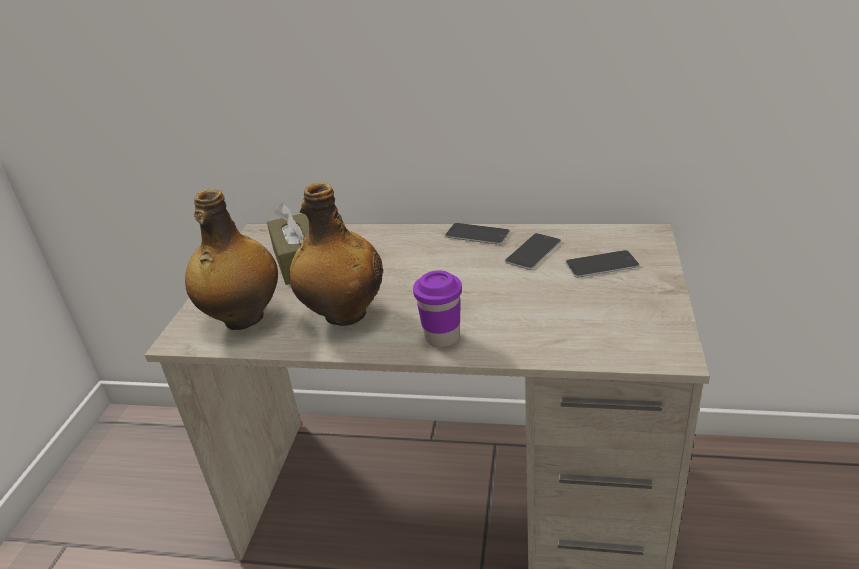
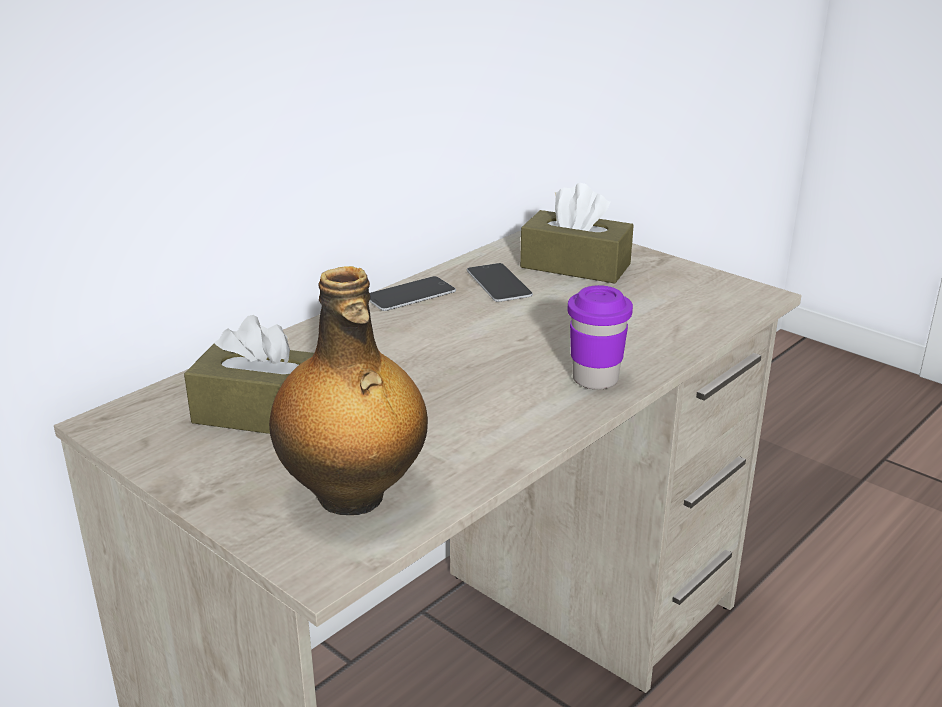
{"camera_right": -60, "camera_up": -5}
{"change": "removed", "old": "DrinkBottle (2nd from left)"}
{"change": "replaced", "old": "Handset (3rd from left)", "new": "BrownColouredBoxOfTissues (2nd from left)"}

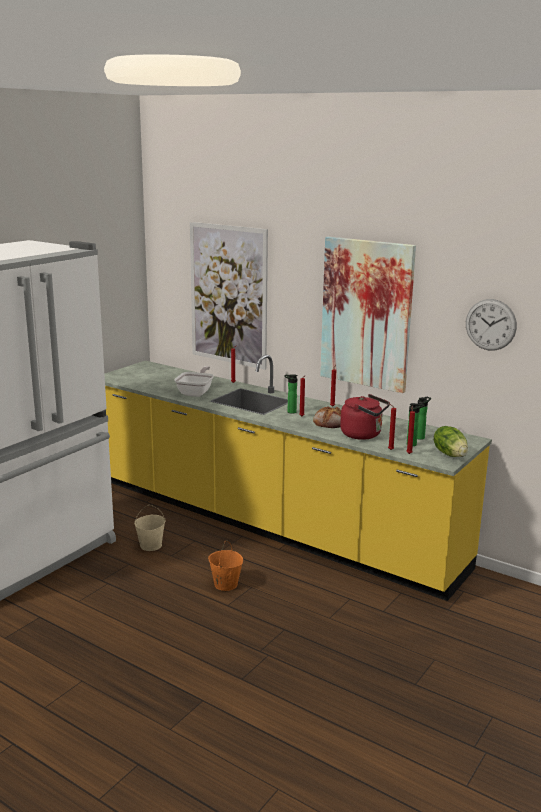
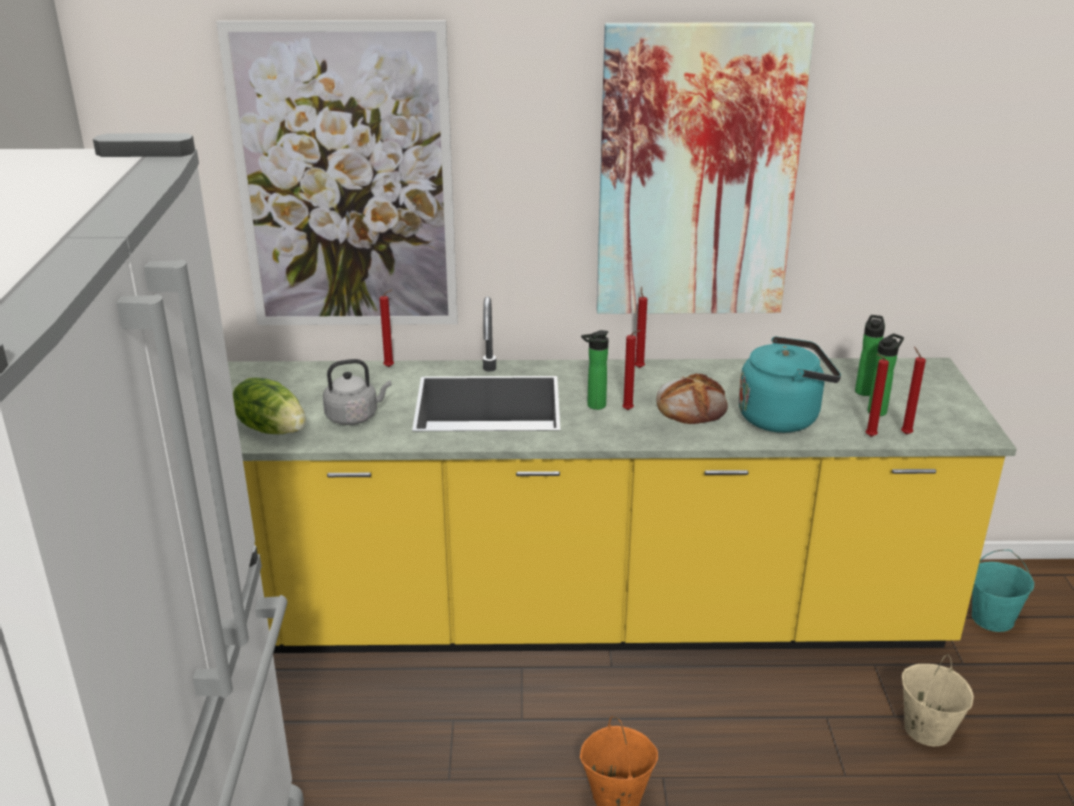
{"camera_right": -35, "camera_up": 10}
{"change": "moved", "old": "BeigeColouredWaterBucket"}
{"change": "replaced", "old": "FryingPan", "new": "GreyKettle"}
{"change": "recoloured", "old": "RedKettle", "new": "BlueGreenKettle"}
{"change": "moved", "old": "Lettuce"}
{"change": "removed", "old": "HangingClock"}
{"change": "added", "new": "BlueGreenWaterBucket"}

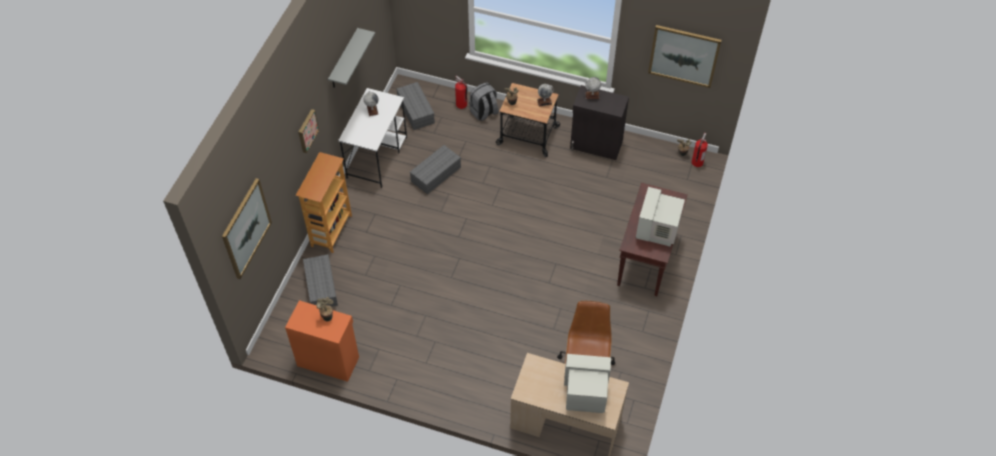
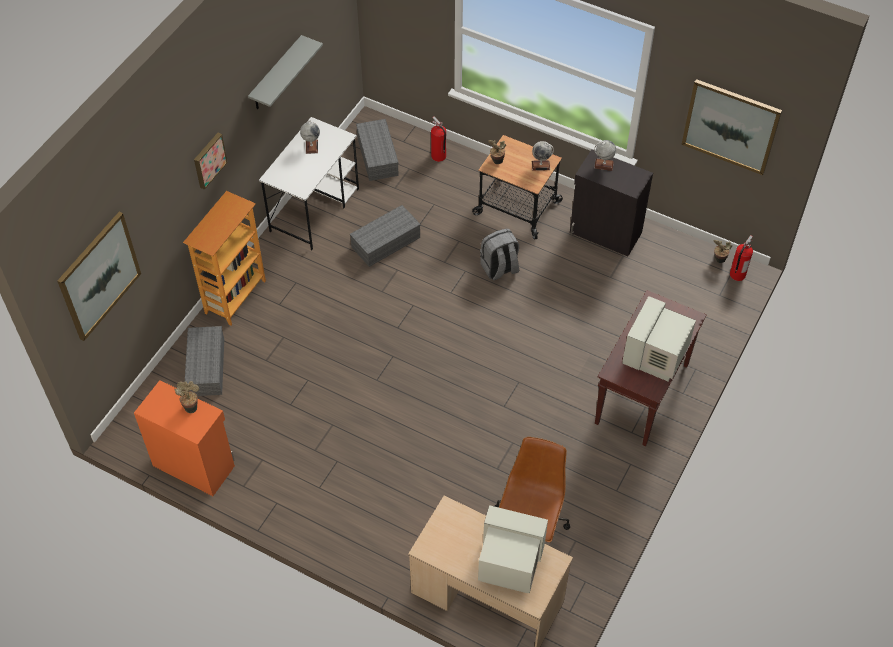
{"camera_right": 10, "camera_up": 0}
{"change": "moved", "old": "GreyRucksack"}

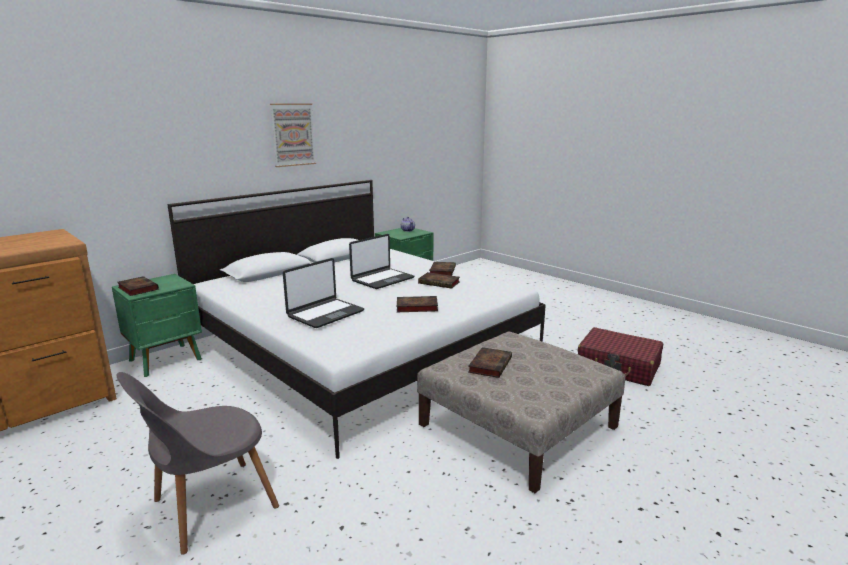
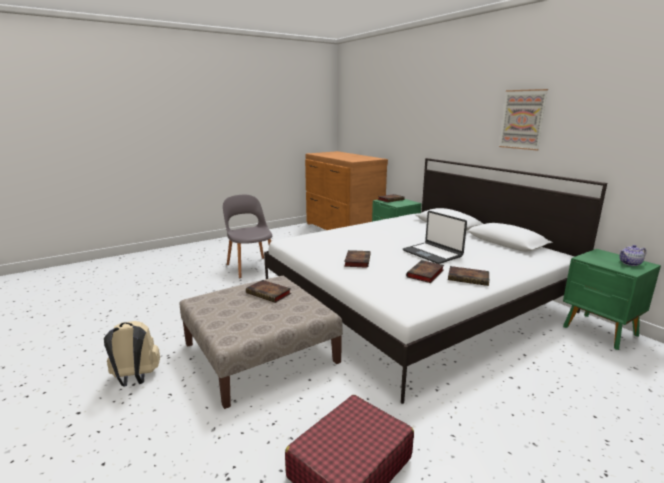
{"camera_right": 100, "camera_up": 0}
{"change": "removed", "old": "NotebookComputer (1st from left)"}
{"change": "added", "new": "BeigeColouredRucksack"}

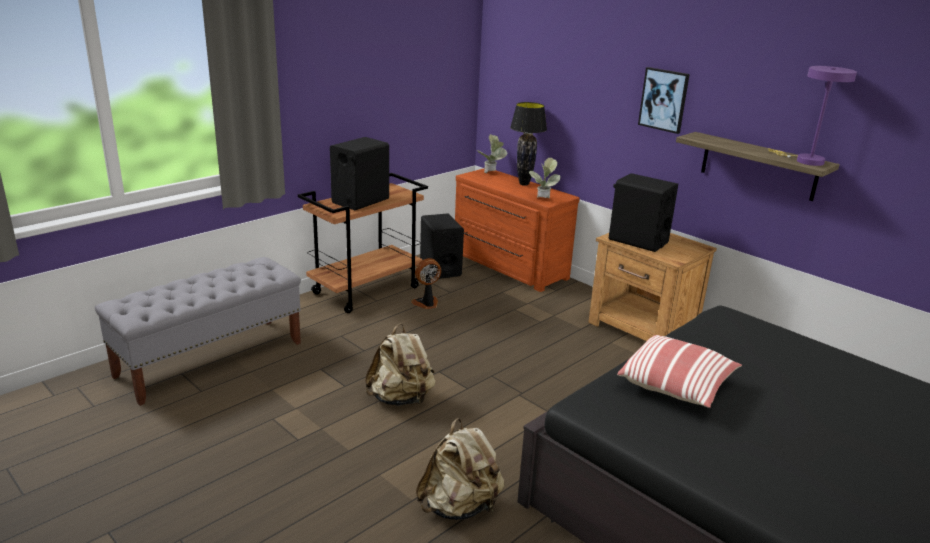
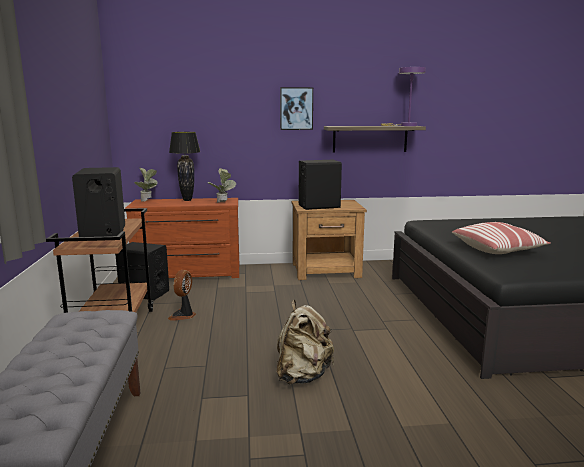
{"camera_right": -50, "camera_up": -10}
{"change": "removed", "old": "BeigeColouredRucksack (2nd from left)"}

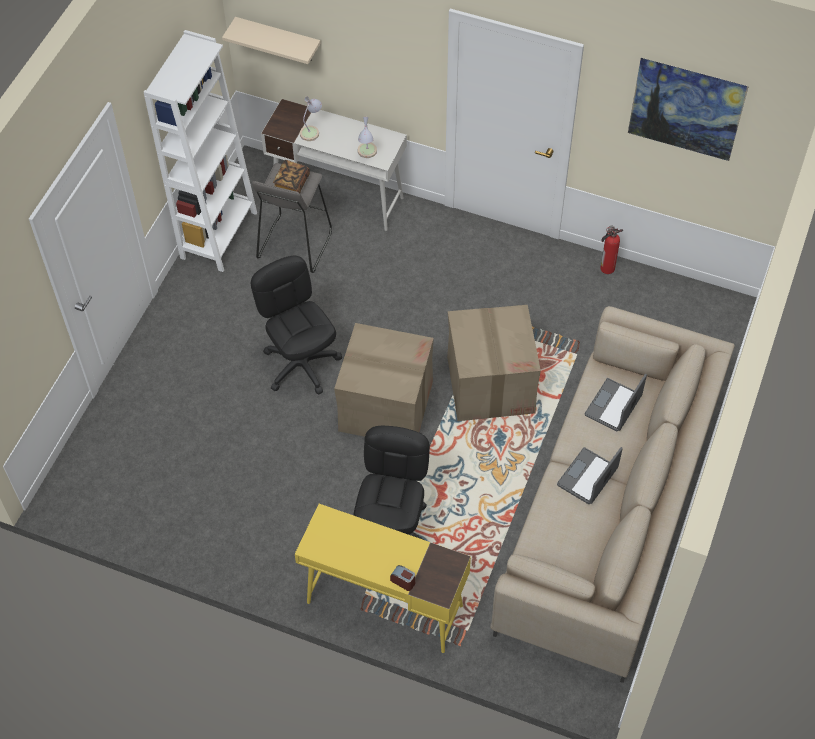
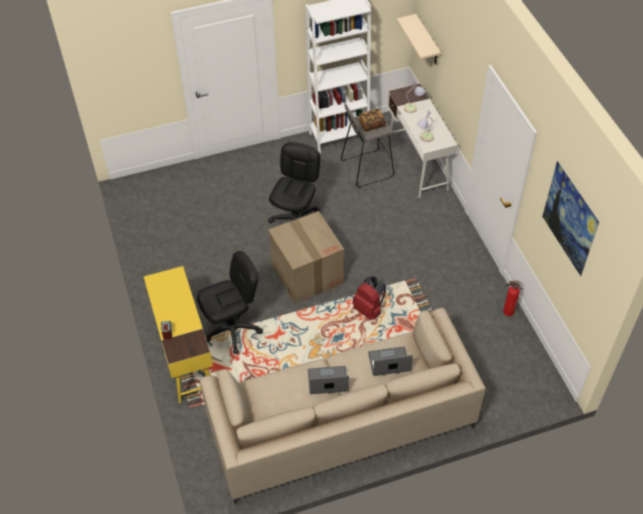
{"camera_right": 50, "camera_up": -5}
{"change": "replaced", "old": "CardboardBox (2nd from left)", "new": "RedRucksack"}

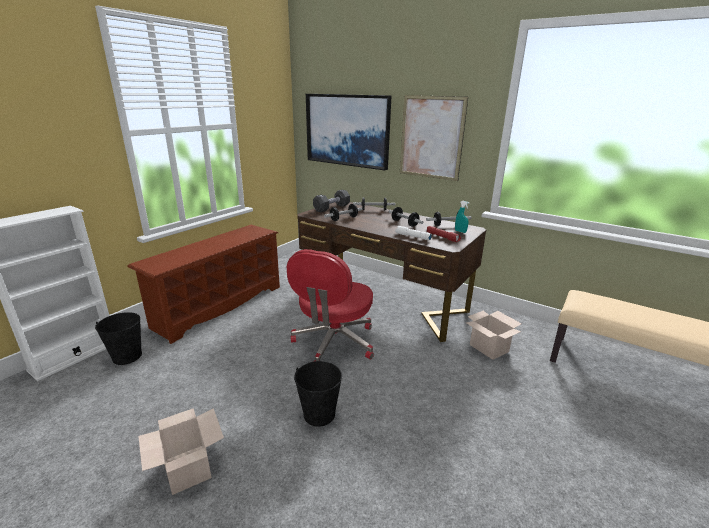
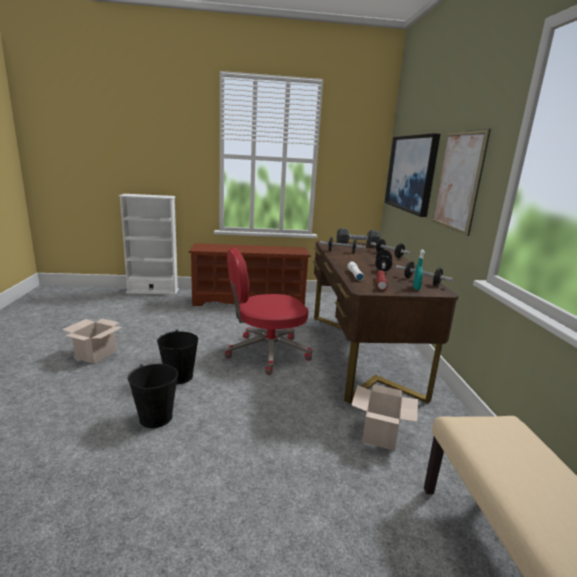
{"camera_right": 50, "camera_up": -5}
{"change": "moved", "old": "BlackWaterBucket (1st from left)"}

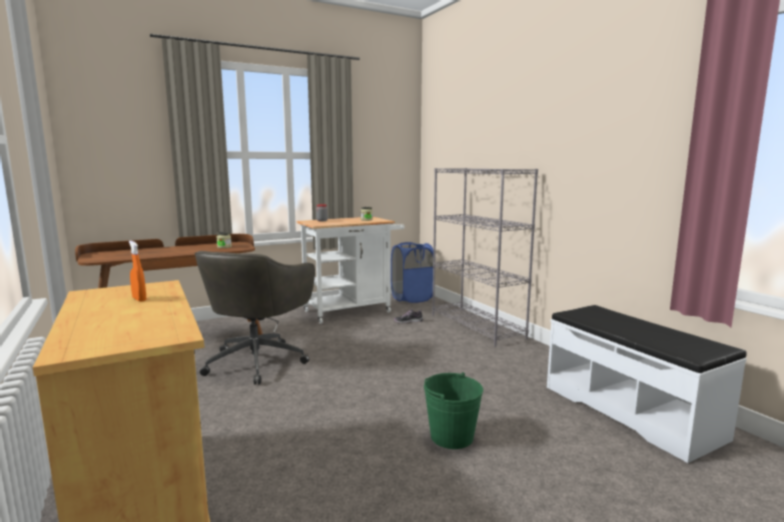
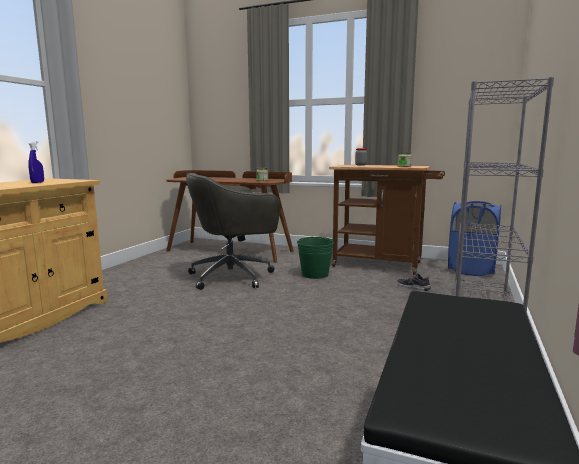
{"camera_right": 50, "camera_up": 0}
{"change": "recoloured", "old": "OrangeColouredSprayer", "new": "BlueColouredSprayer"}
{"change": "recoloured", "old": "WhitishCart", "new": "BrownColouredCart"}
{"change": "moved", "old": "GreenishWaterBucket"}

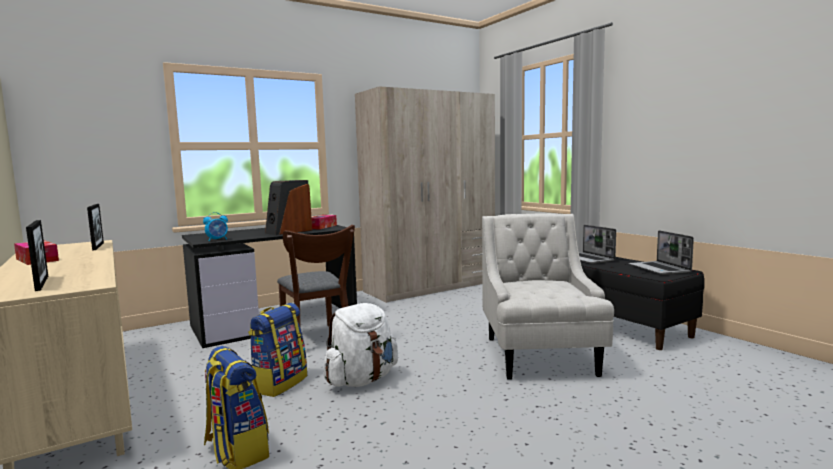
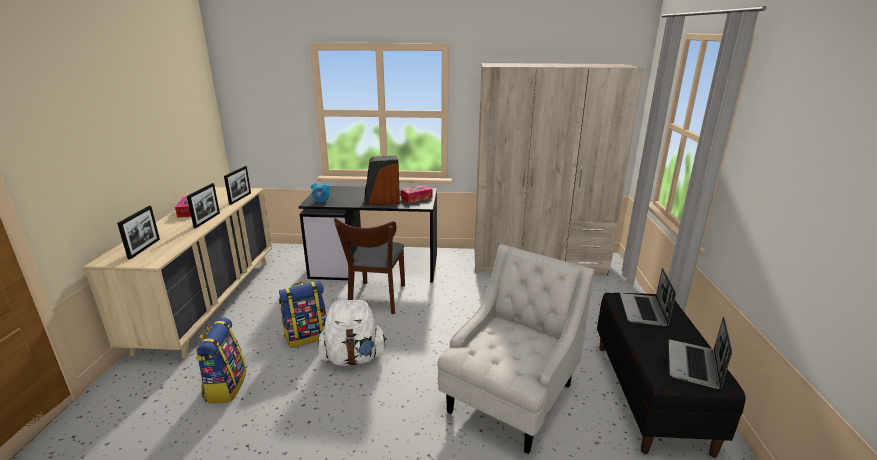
{"camera_right": 35, "camera_up": 15}
{"change": "added", "new": "PictureFrame (2nd from left)"}

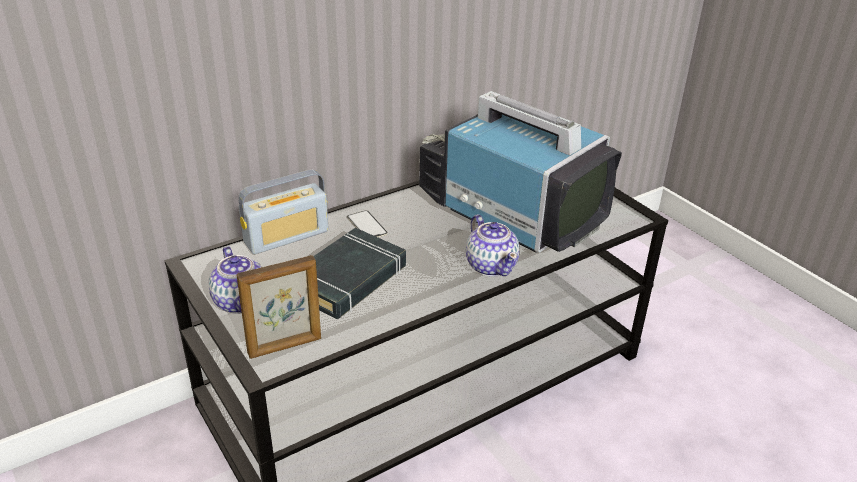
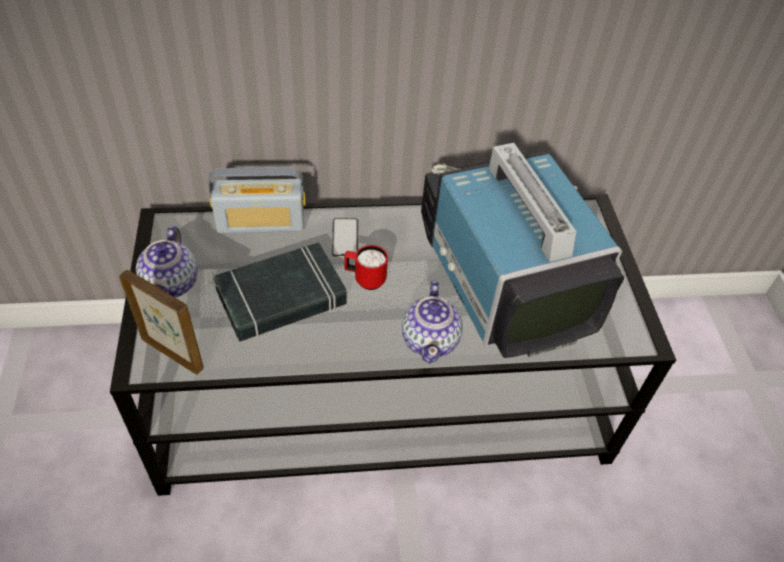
{"camera_right": 25, "camera_up": 15}
{"change": "turned", "old": "PictureFrame", "degrees": -150}
{"change": "added", "new": "RedMug"}

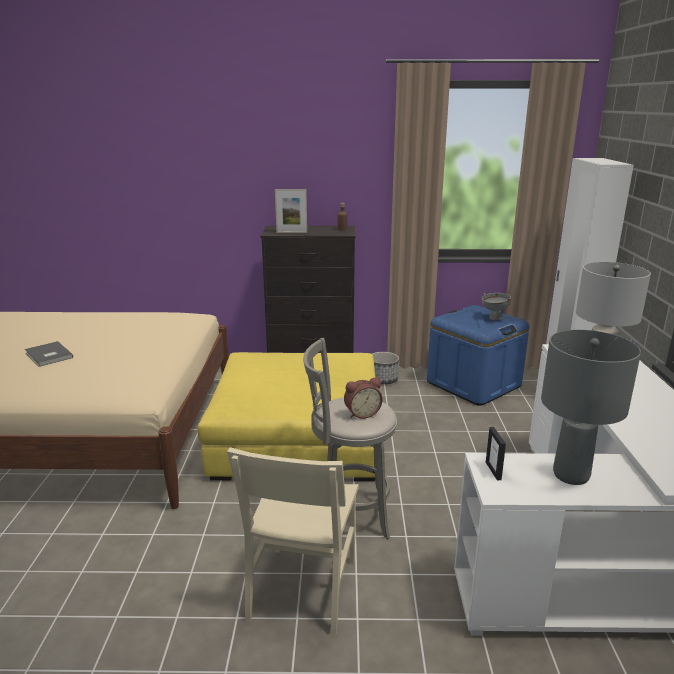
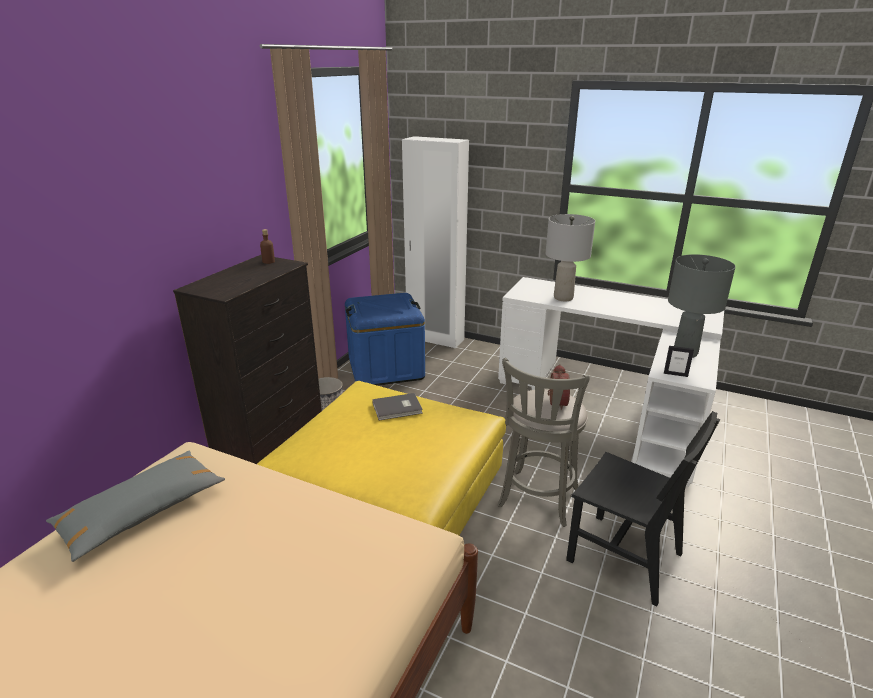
{"camera_right": -65, "camera_up": 5}
{"change": "moved", "old": "GreyBook"}
{"change": "recoloured", "old": "BeigeColouredChair", "new": "BlackChair"}
{"change": "removed", "old": "PictureFrame (1st from left)"}
{"change": "removed", "old": "GreyDeepDish"}
{"change": "added", "new": "GreyPillow"}

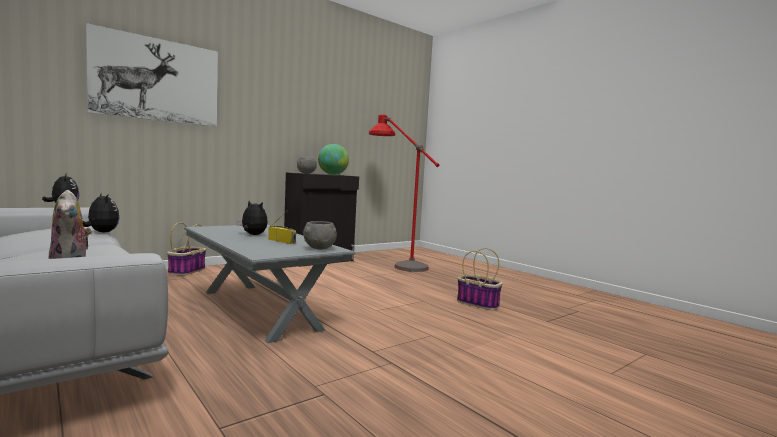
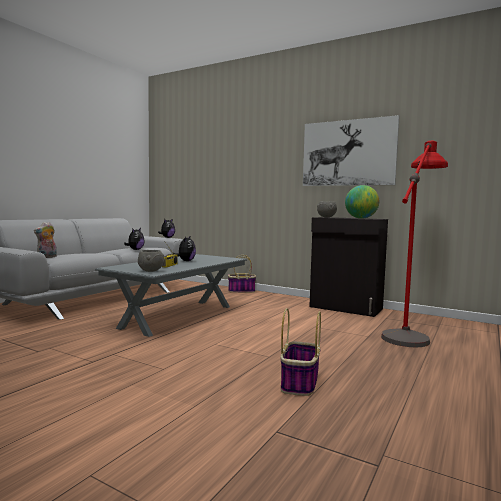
{"camera_right": 70, "camera_up": 0}
{"change": "moved", "old": "WallPicture"}

